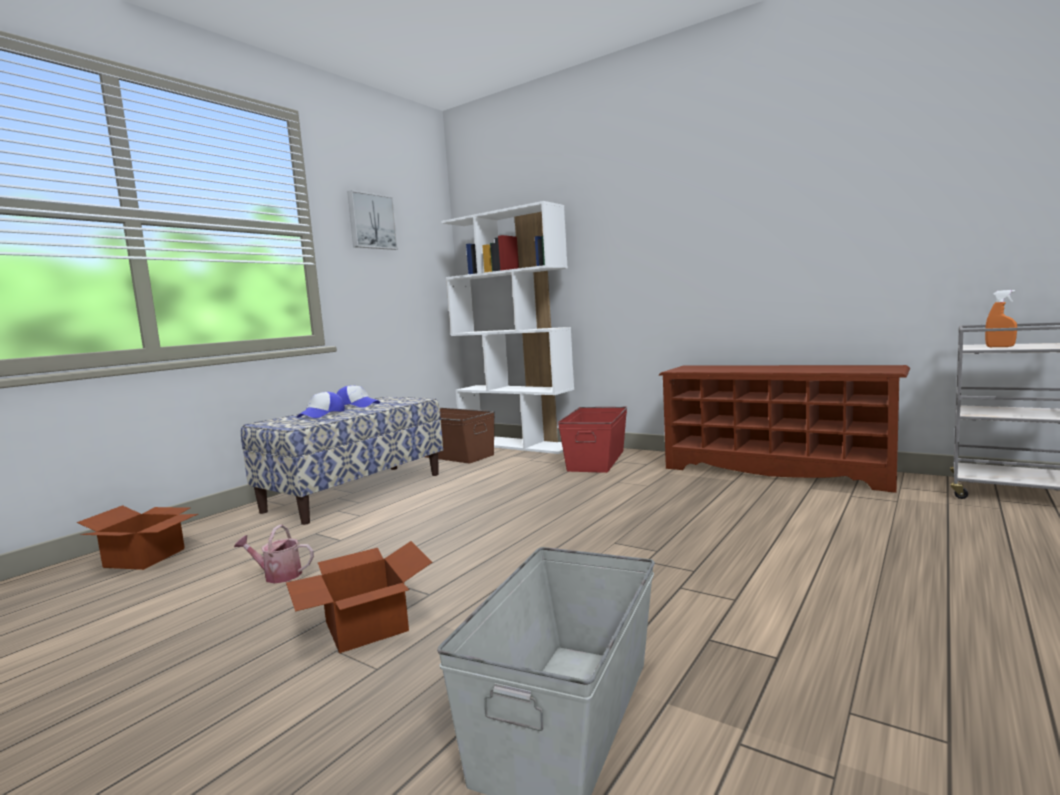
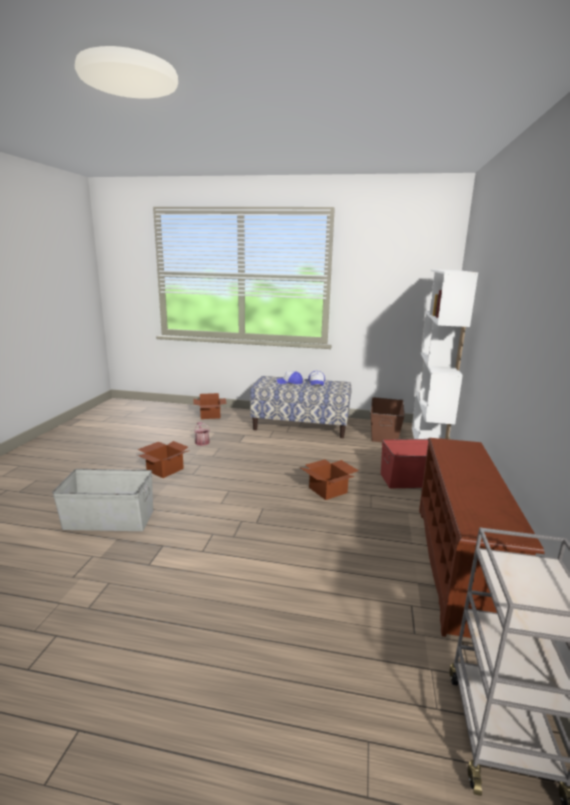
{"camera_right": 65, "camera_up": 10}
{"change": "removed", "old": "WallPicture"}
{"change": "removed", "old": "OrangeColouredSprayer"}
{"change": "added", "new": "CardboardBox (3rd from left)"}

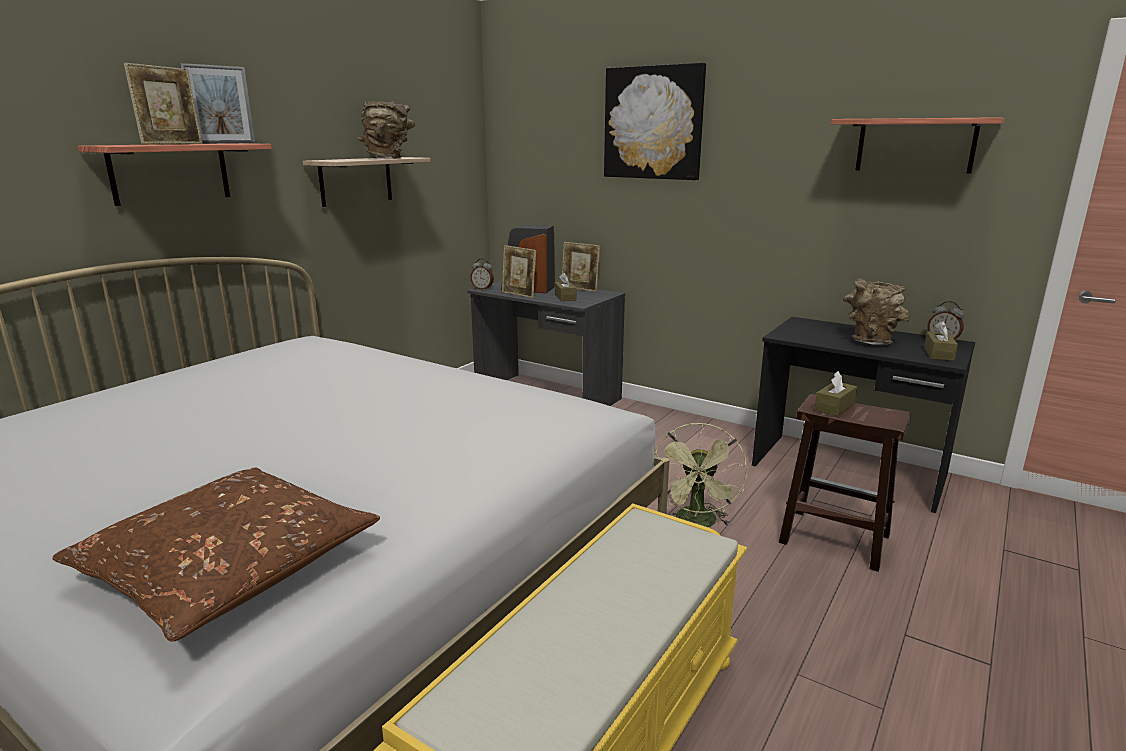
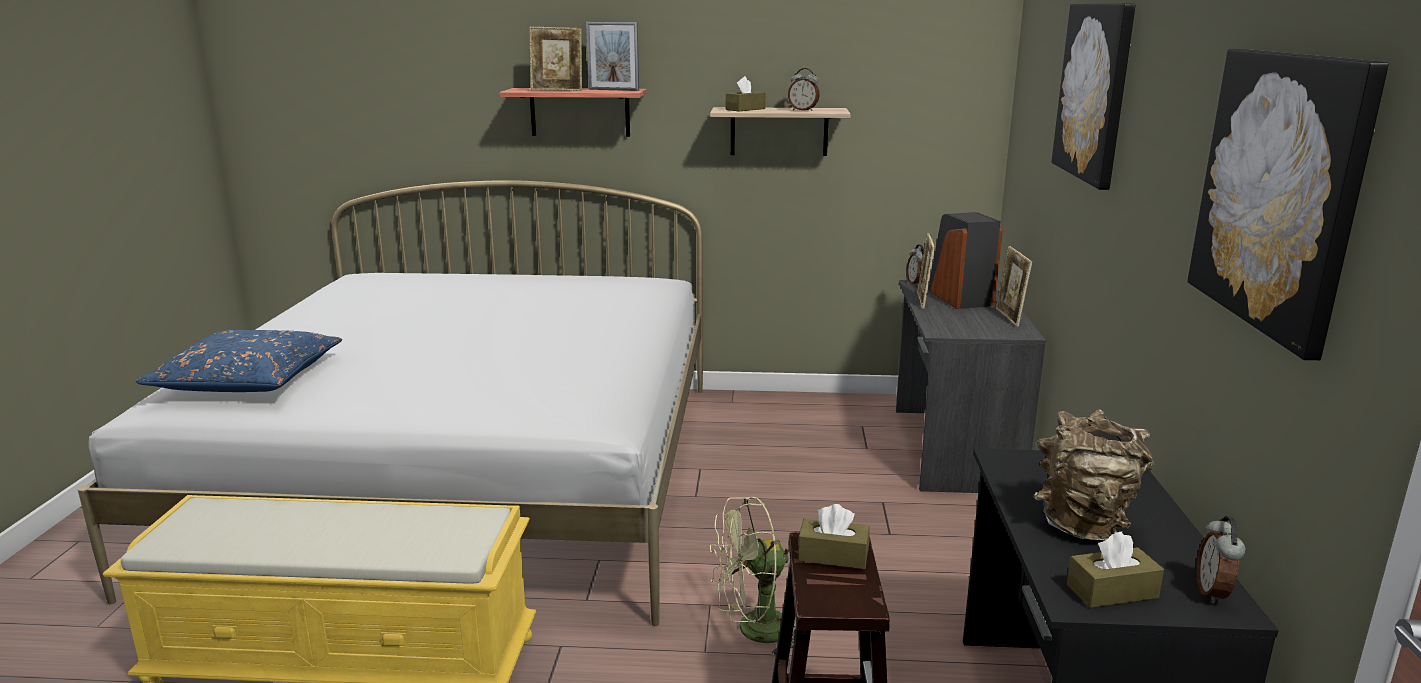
{"camera_right": 60, "camera_up": 0}
{"change": "recoloured", "old": "BrownColouredPillow", "new": "BlueColouredPillow"}
{"change": "replaced", "old": "BrownColouredFlowerVase (1st from left)", "new": "AlarmClock (1st from left)"}
{"change": "moved", "old": "BrownColouredBoxOfTissues (1st from left)"}
{"change": "replaced", "old": "BracketShelf (3rd from left)", "new": "WallPicture (2nd from left)"}

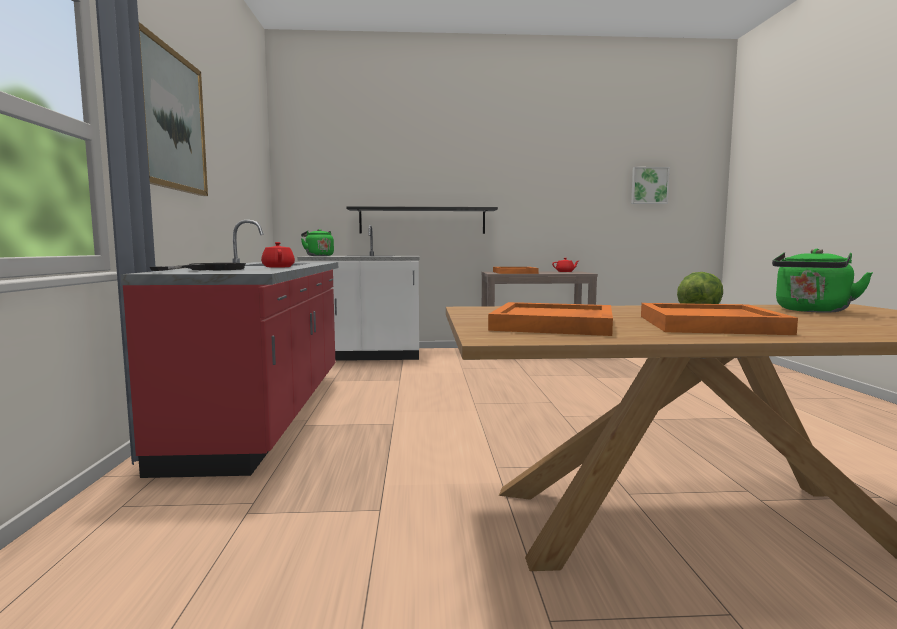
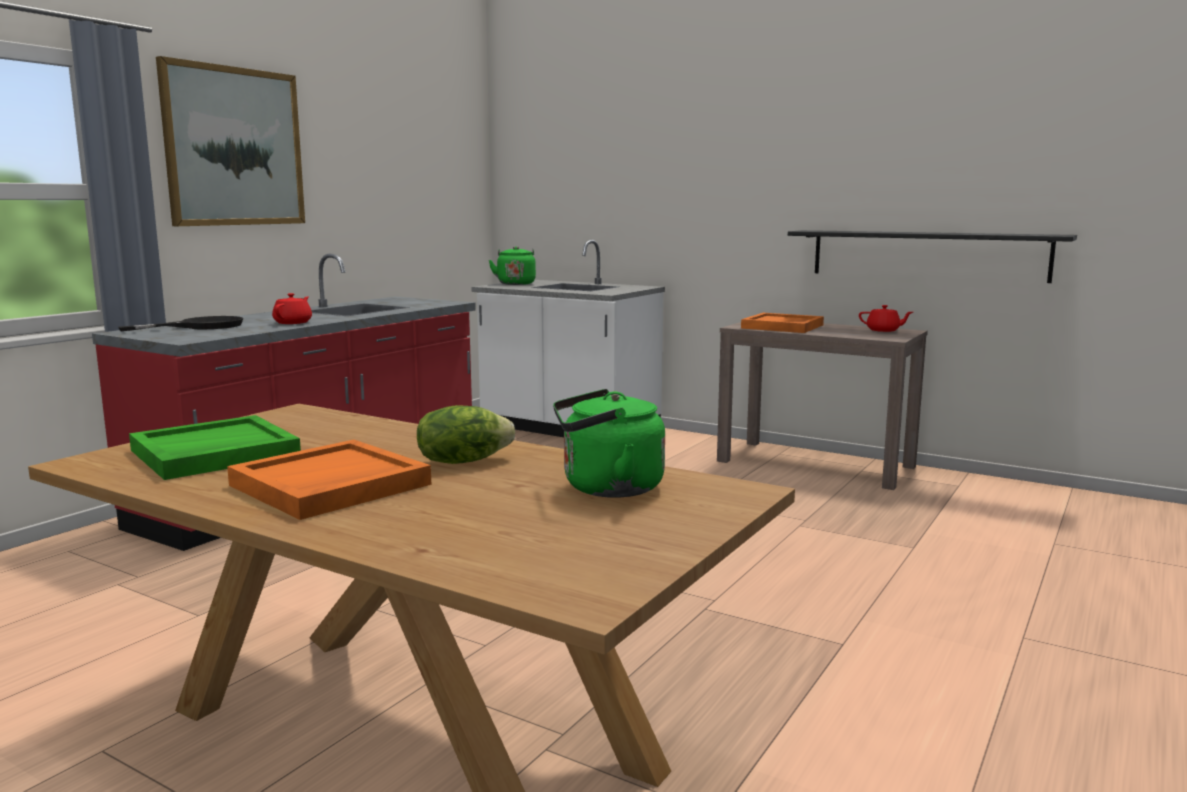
{"camera_right": 35, "camera_up": 5}
{"change": "moved", "old": "BlackBracketShelf"}
{"change": "recoloured", "old": "OrangeColouredTray (2nd from left)", "new": "GreenishTray"}
{"change": "removed", "old": "WallPicture (2nd from left)"}

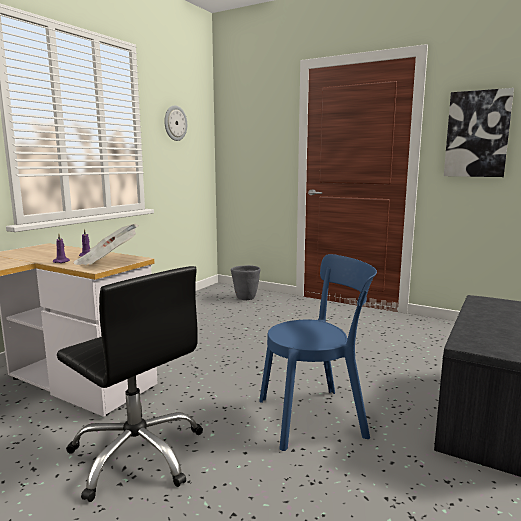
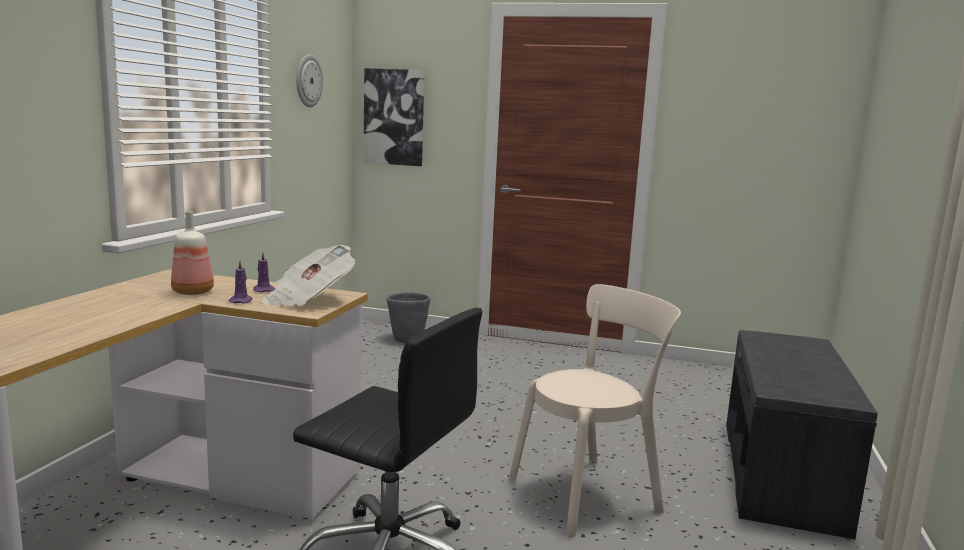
{"camera_right": -15, "camera_up": 0}
{"change": "recoloured", "old": "BlueColouredChair", "new": "BeigeColouredChair"}
{"change": "moved", "old": "WallPicture"}
{"change": "added", "new": "DrinkBottle"}

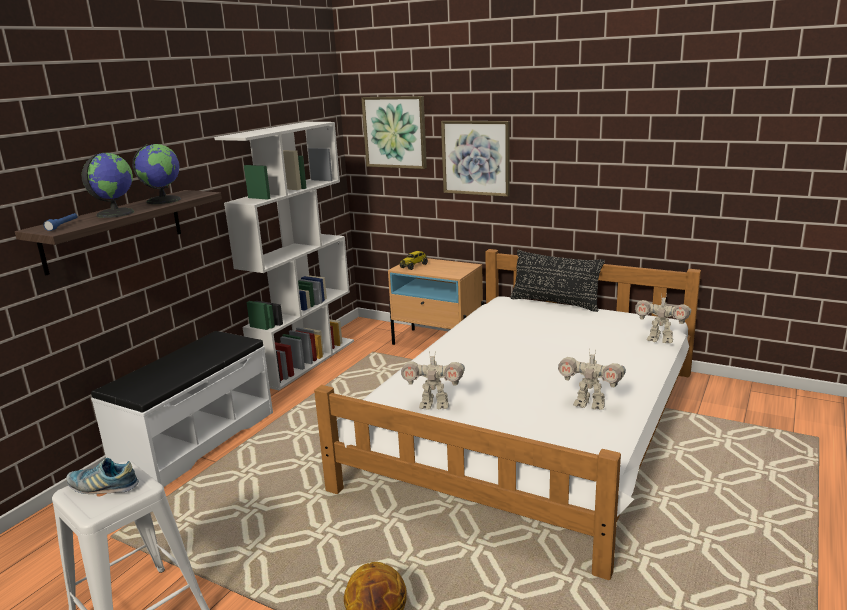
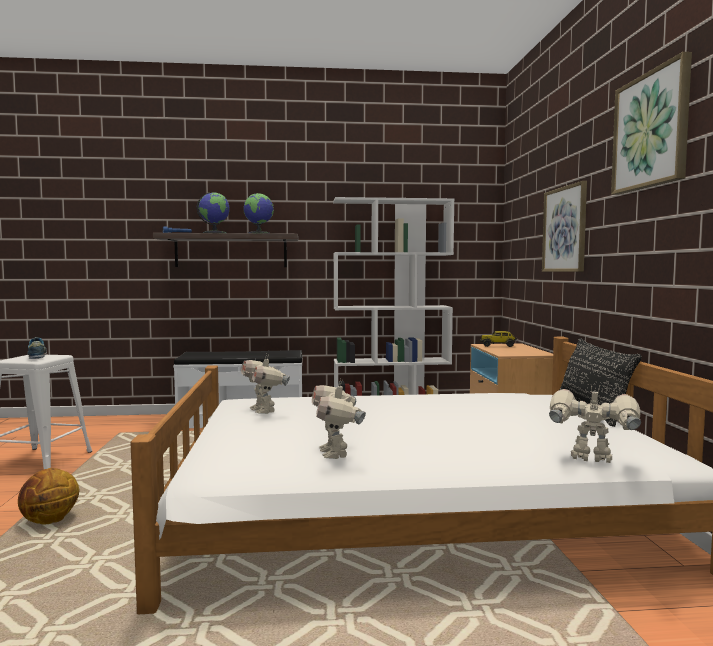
{"camera_right": 55, "camera_up": -15}
{"change": "moved", "old": "WallPicture (1st from left in the first image)", "new": "WallPicture (2nd from left)"}
{"change": "turned", "old": "RobotFigure (3rd from left)", "degrees": 120}

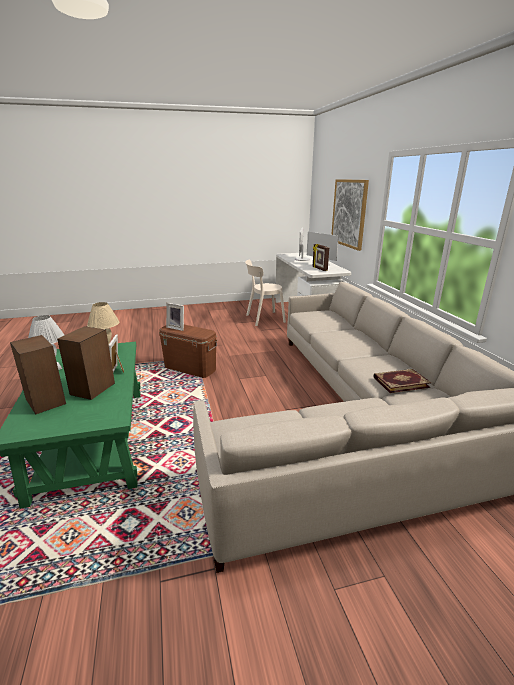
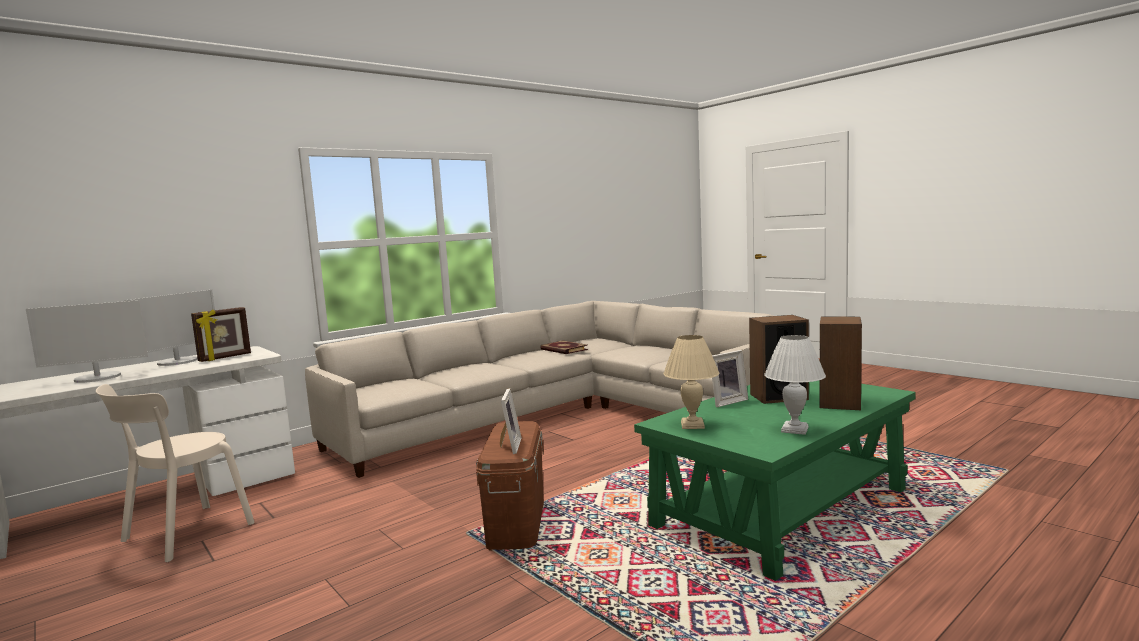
{"camera_right": -115, "camera_up": -15}
{"change": "turned", "old": "BeigeColouredChair", "degrees": 75}
{"change": "removed", "old": "WallPicture"}

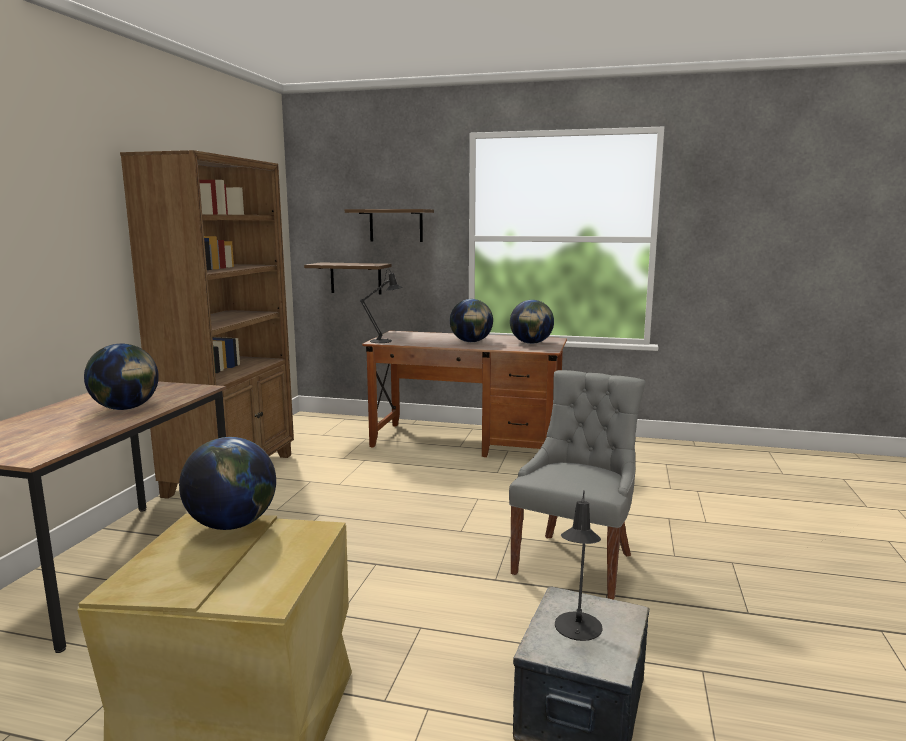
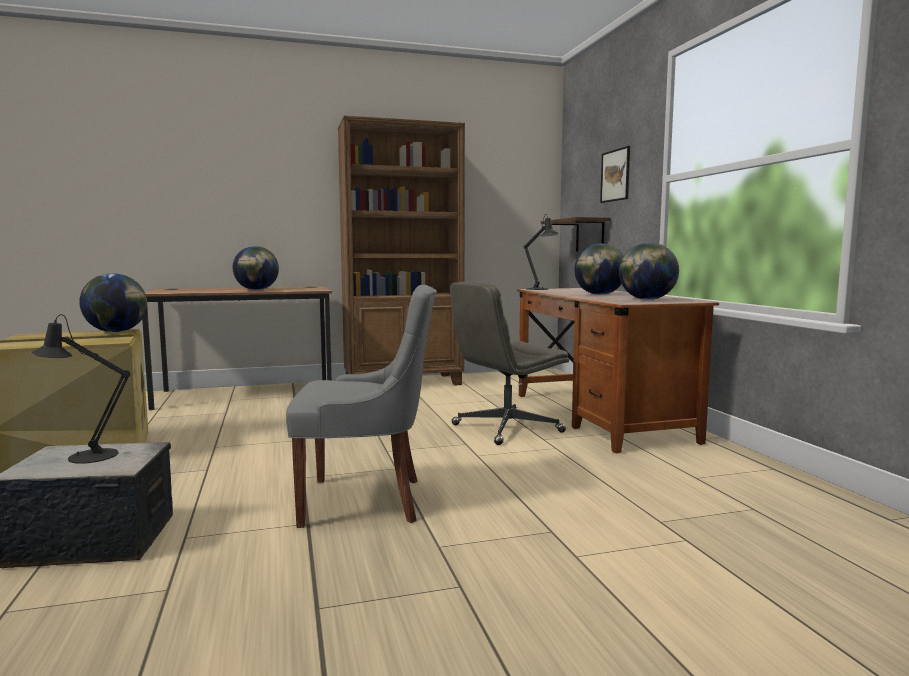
{"camera_right": 60, "camera_up": -5}
{"change": "replaced", "old": "BracketShelf (2nd from left)", "new": "WallPicture"}
{"change": "added", "new": "GreyOfficeChair"}

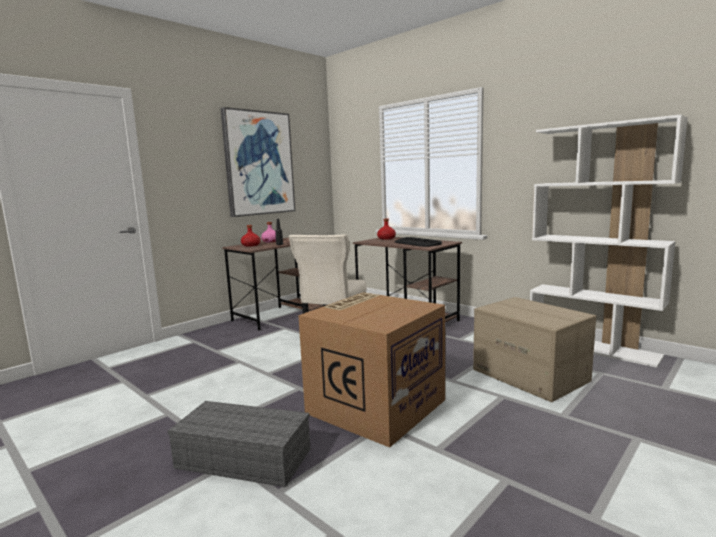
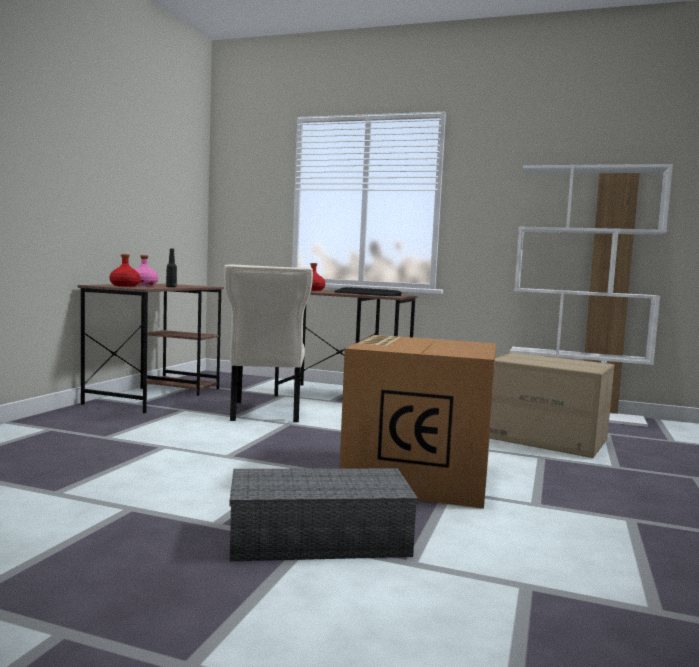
{"camera_right": -25, "camera_up": -5}
{"change": "removed", "old": "WallPicture"}

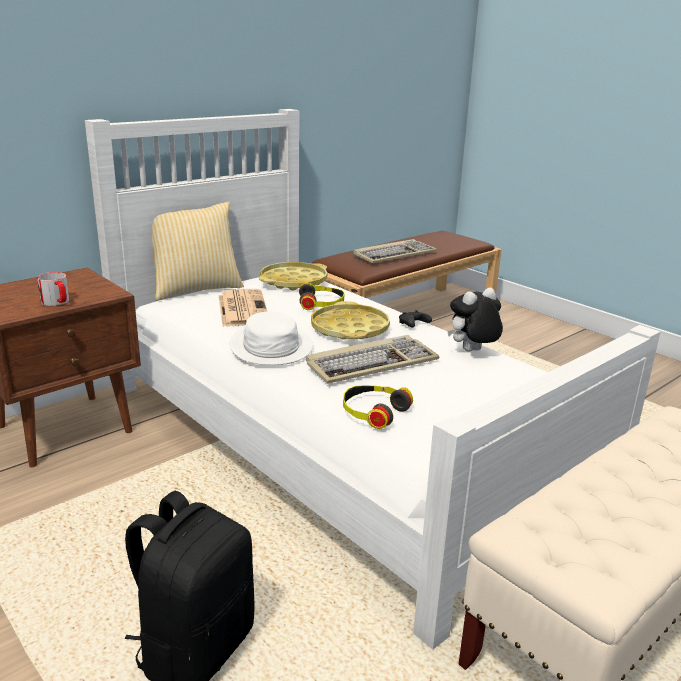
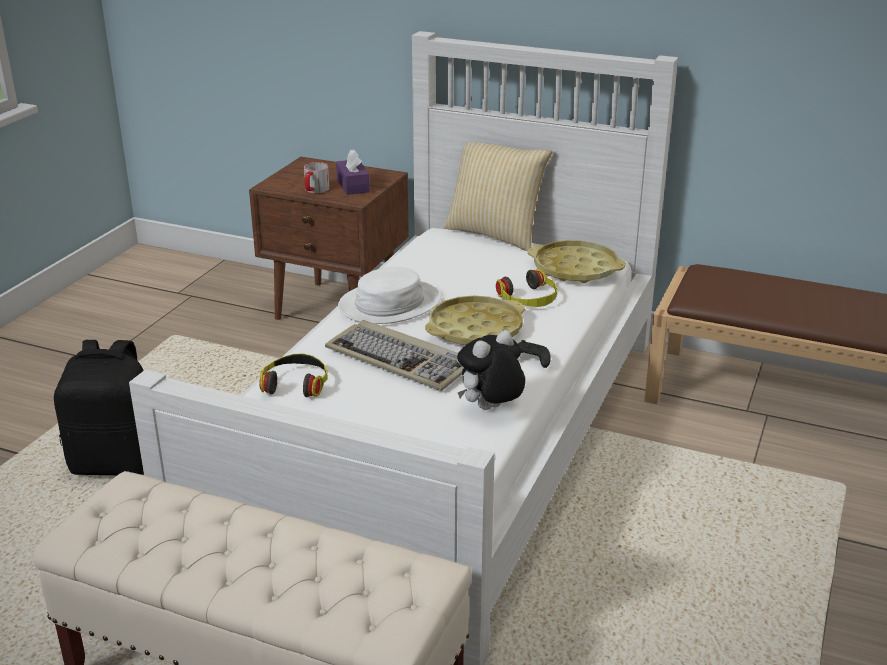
{"camera_right": 65, "camera_up": 5}
{"change": "removed", "old": "PrintedPaper"}
{"change": "removed", "old": "ComputerKeyboard (2nd from left)"}
{"change": "turned", "old": "SoftToy", "degrees": -75}
{"change": "added", "new": "PurpleBoxOfTissues"}

